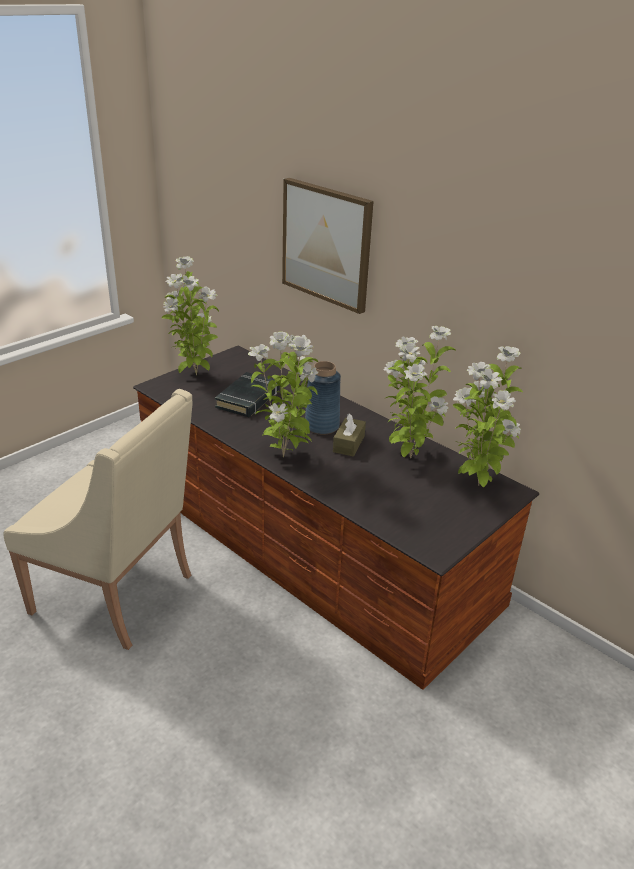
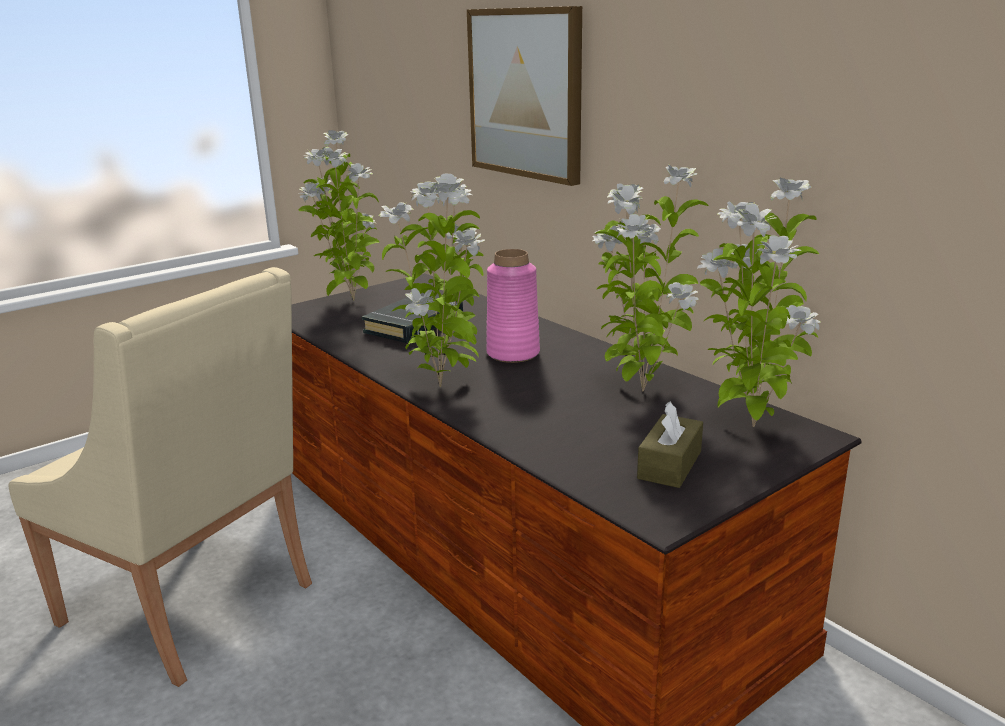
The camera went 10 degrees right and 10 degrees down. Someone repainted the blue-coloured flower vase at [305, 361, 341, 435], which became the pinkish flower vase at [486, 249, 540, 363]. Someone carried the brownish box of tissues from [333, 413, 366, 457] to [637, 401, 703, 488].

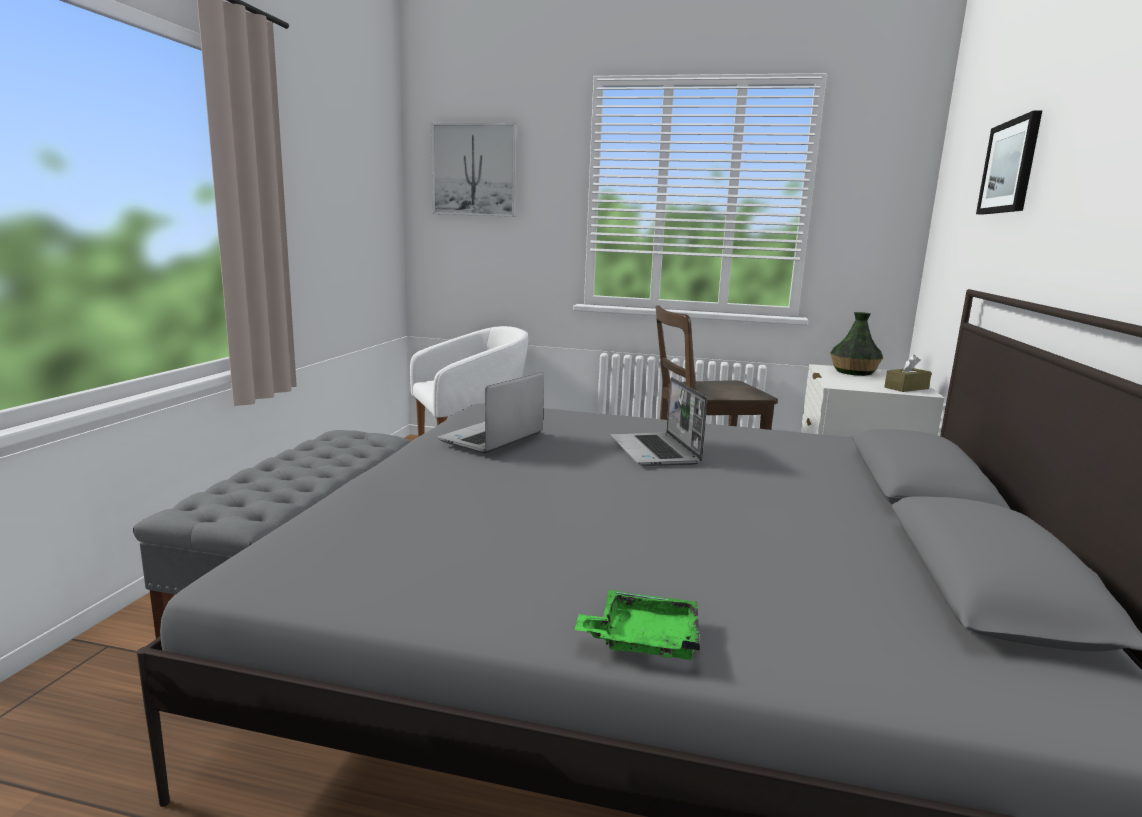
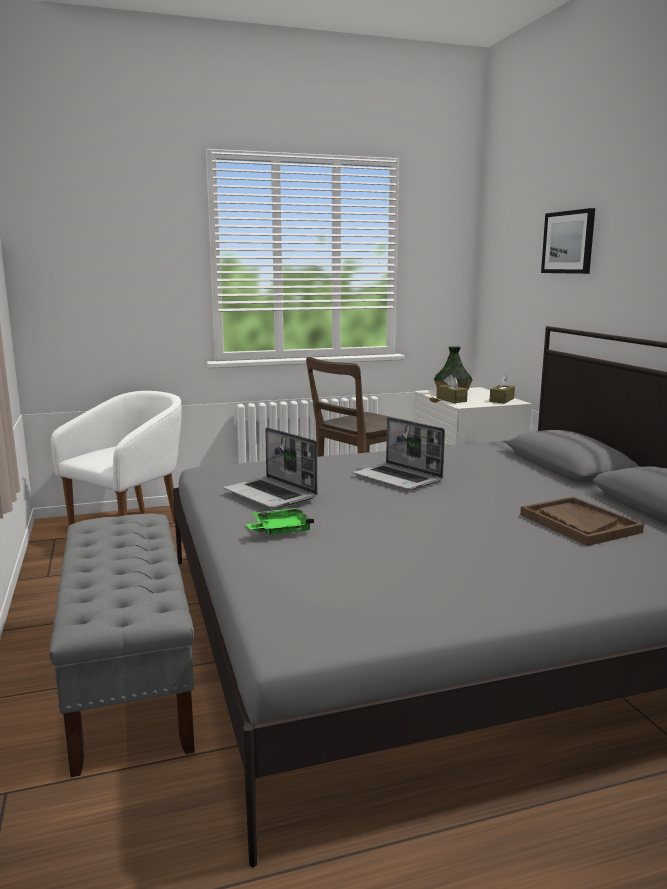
The camera went 30 degrees left and 0 degrees up. Someone took away the wall art at [431, 123, 517, 217]. Someone rotated the laptop at [437, 372, 544, 453] by 45 degrees counterclockwise. Someone carried the greenish tray from [575, 590, 700, 660] to [246, 508, 314, 535]. Someone put down the brownish box of tissues at [436, 375, 468, 403]. Someone put down the brownish tray at [520, 497, 644, 546].

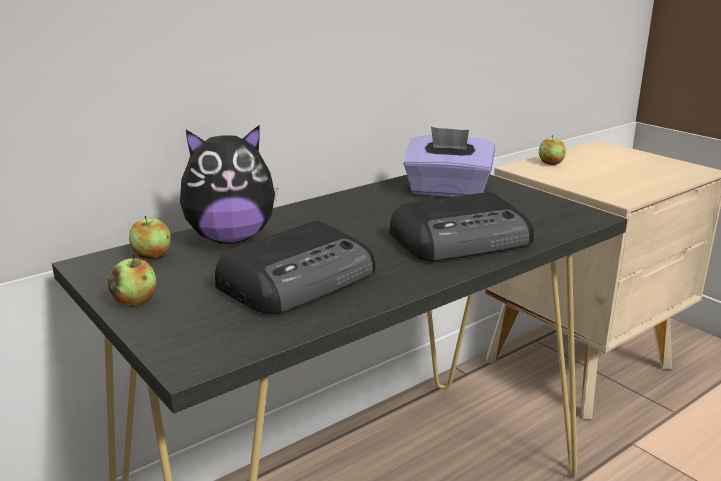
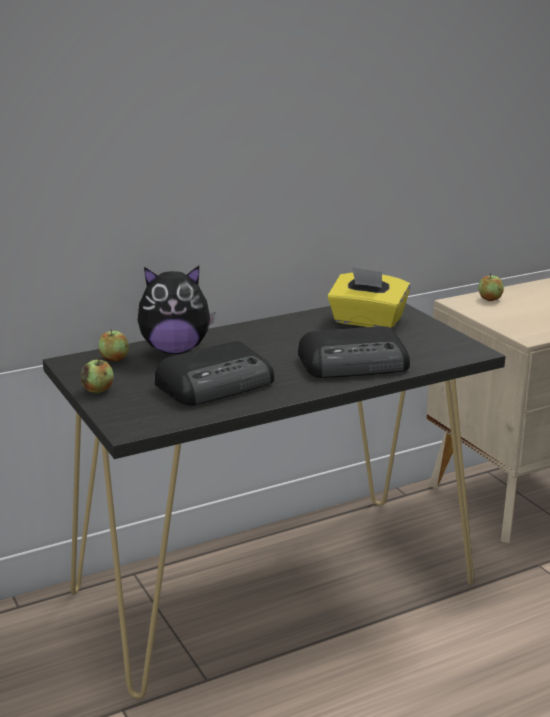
The camera went 10 degrees right and 0 degrees up. Someone repainted the purplish box of tissues at [404, 127, 495, 197], which became the yellow-coloured box of tissues at [327, 267, 411, 329].

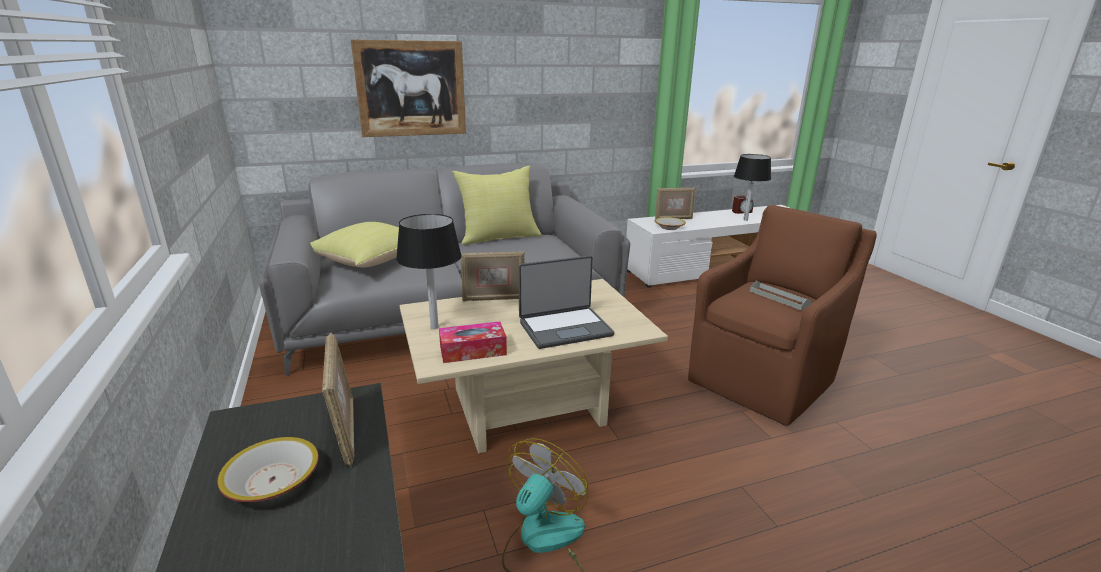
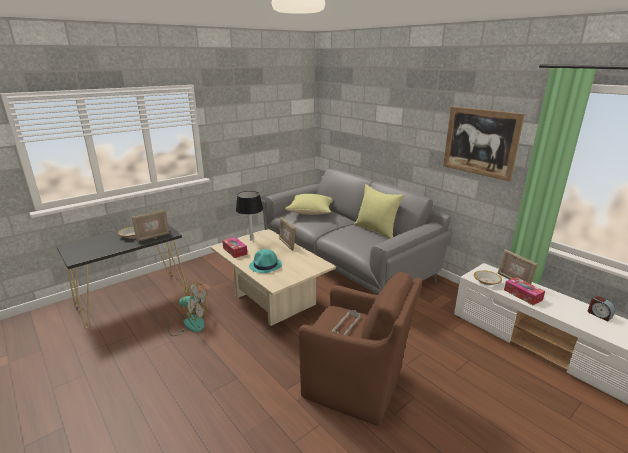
The camera went 70 degrees right and 0 degrees up. Someone carried the wall art from [351, 40, 466, 137] to [443, 106, 525, 181]. Someone swapped the laptop at [518, 255, 614, 349] for the blue-green wearable hat at [249, 249, 282, 273]. Someone took away the black table lamp at [734, 154, 771, 221]. Someone put down the box of tissues at [504, 277, 545, 305].

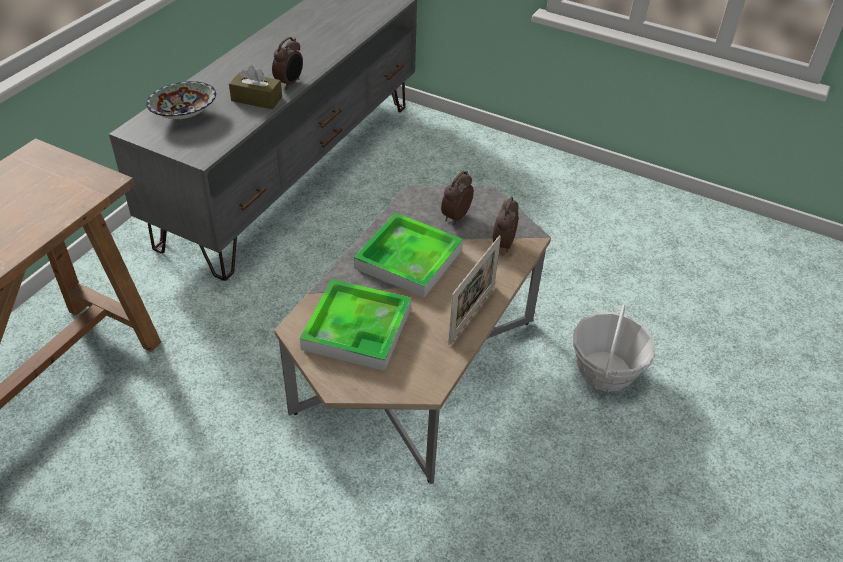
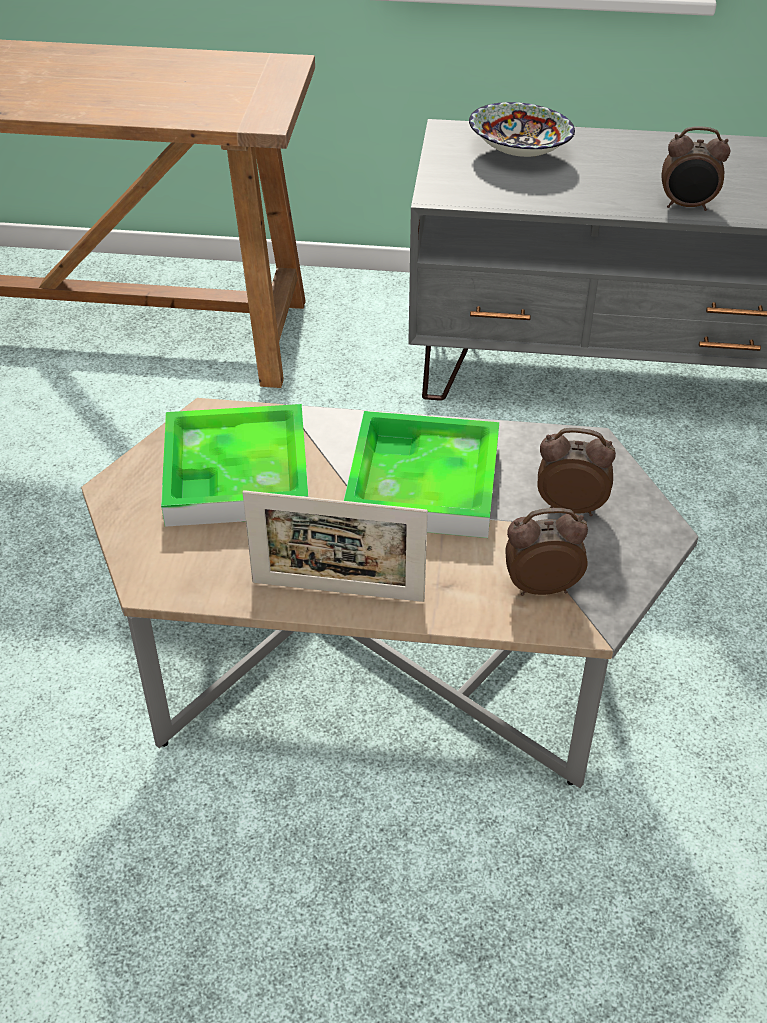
The camera went 70 degrees right and 0 degrees up. Someone took away the brownish box of tissues at [229, 65, 282, 109]. Someone took away the household basket at [572, 304, 655, 392].

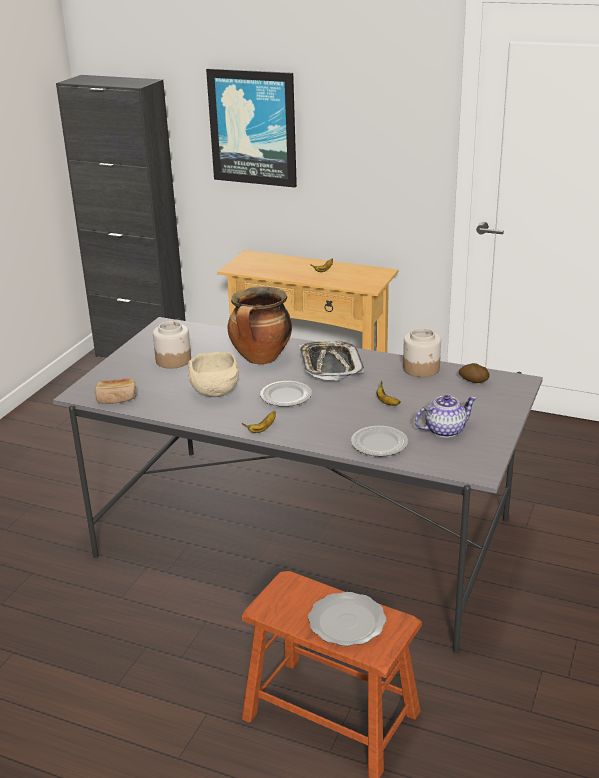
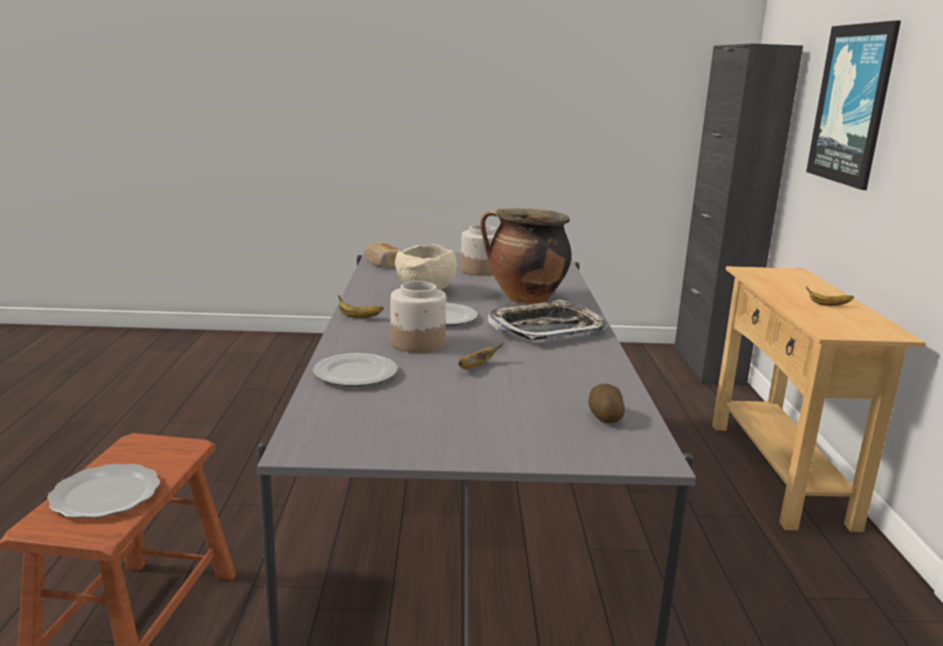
The camera went 65 degrees right and 10 degrees down. Someone carried the jar from [403, 328, 441, 377] to [390, 281, 447, 353]. Someone took away the tea pot at [415, 395, 477, 438].

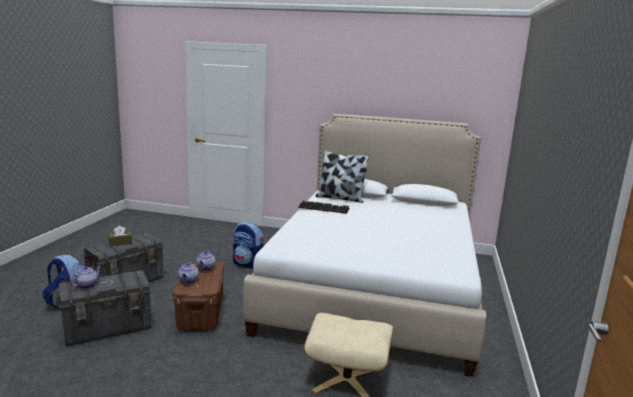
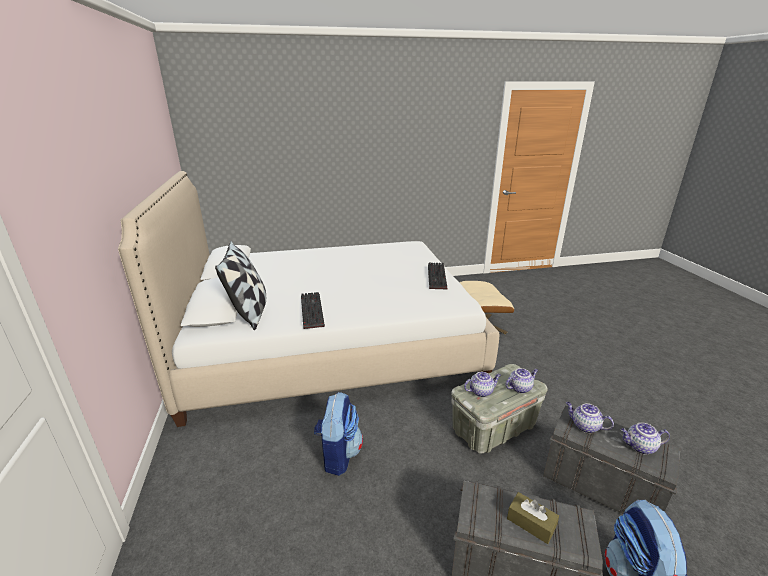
The camera went 115 degrees left and 10 degrees up. Someone repainted the brownish storage bin at [173, 262, 224, 332], which became the gray storage bin at [451, 364, 548, 454]. Someone put down the keyboard at [428, 262, 447, 289]. Someone put down the tea pot at [566, 402, 614, 433].

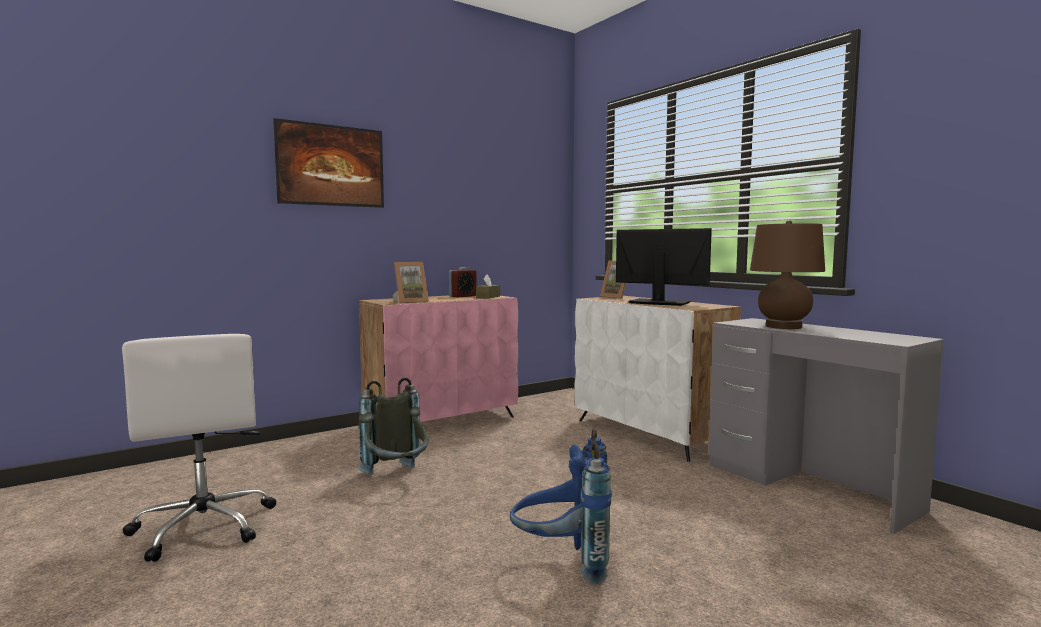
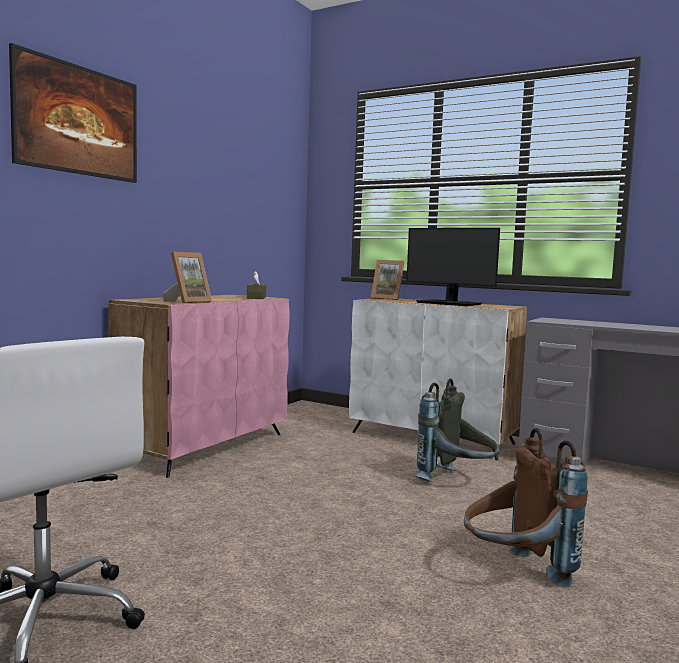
The camera went 25 degrees left and 0 degrees up. Someone carried the gray rucksack from [357, 377, 428, 475] to [415, 378, 500, 482]. Someone took away the alarm clock at [449, 267, 477, 297]. Someone repainted the blue-coloured rucksack at [510, 429, 612, 584], which became the brownish rucksack at [464, 428, 588, 587]. Someone rotated the monitor at [616, 228, 712, 306] by 150 degrees counterclockwise. Someone took away the brownish table lamp at [750, 220, 825, 329].

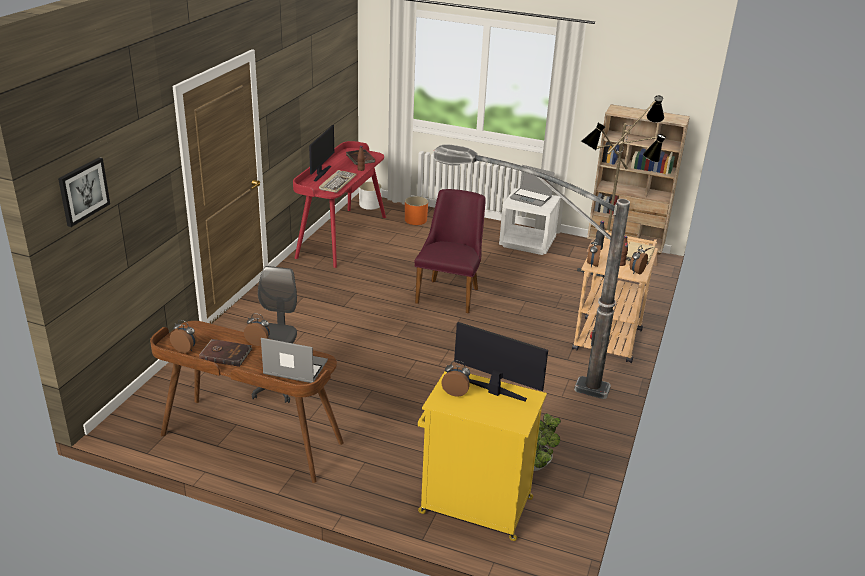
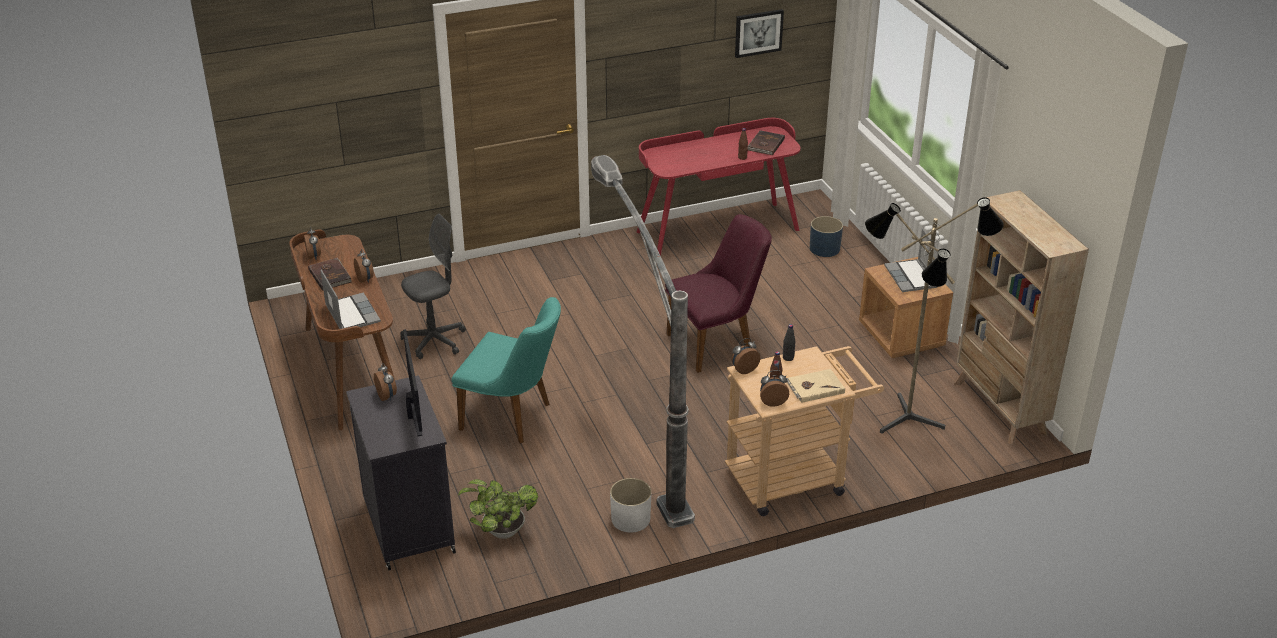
The camera went 50 degrees right and 5 degrees up. Someone carried the wall art from [58, 157, 110, 227] to [735, 9, 784, 58]. Someone took away the monitor at [309, 125, 334, 181]. Someone took away the keyboard at [319, 170, 357, 193]. Someone carried the whitish flower pot from [359, 182, 382, 210] to [610, 478, 651, 533]. Someone repainted the orange flower pot at [405, 196, 428, 225], which became the blue-coloured flower pot at [810, 216, 843, 257]. Someone repainted the yellow-coloured storage cabinet at [418, 372, 547, 541], which became the black storage cabinet at [346, 375, 456, 570]. Someone repainted the whitish night table at [499, 188, 561, 255], which became the brownish night table at [859, 257, 953, 358]. Someone put down the blue-green upright chair at [451, 297, 561, 443].

